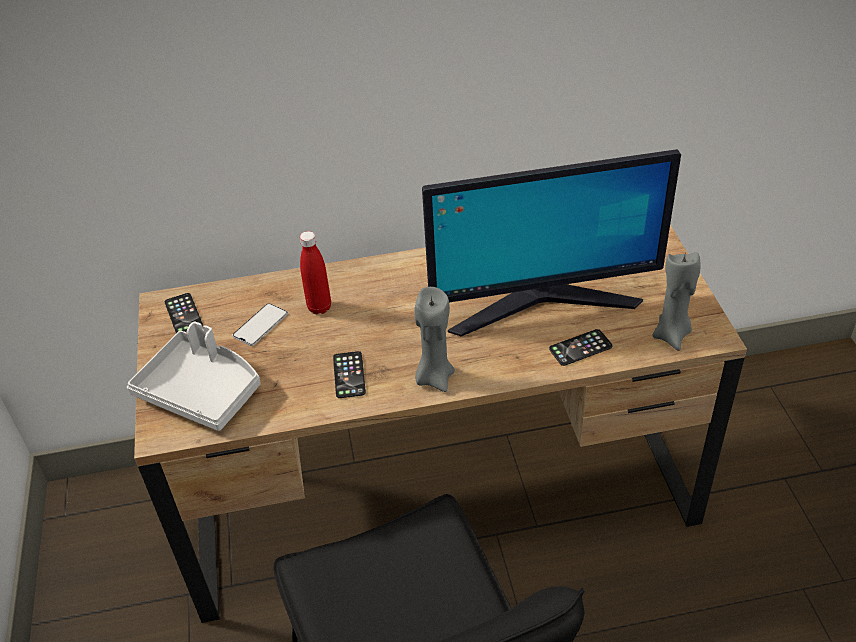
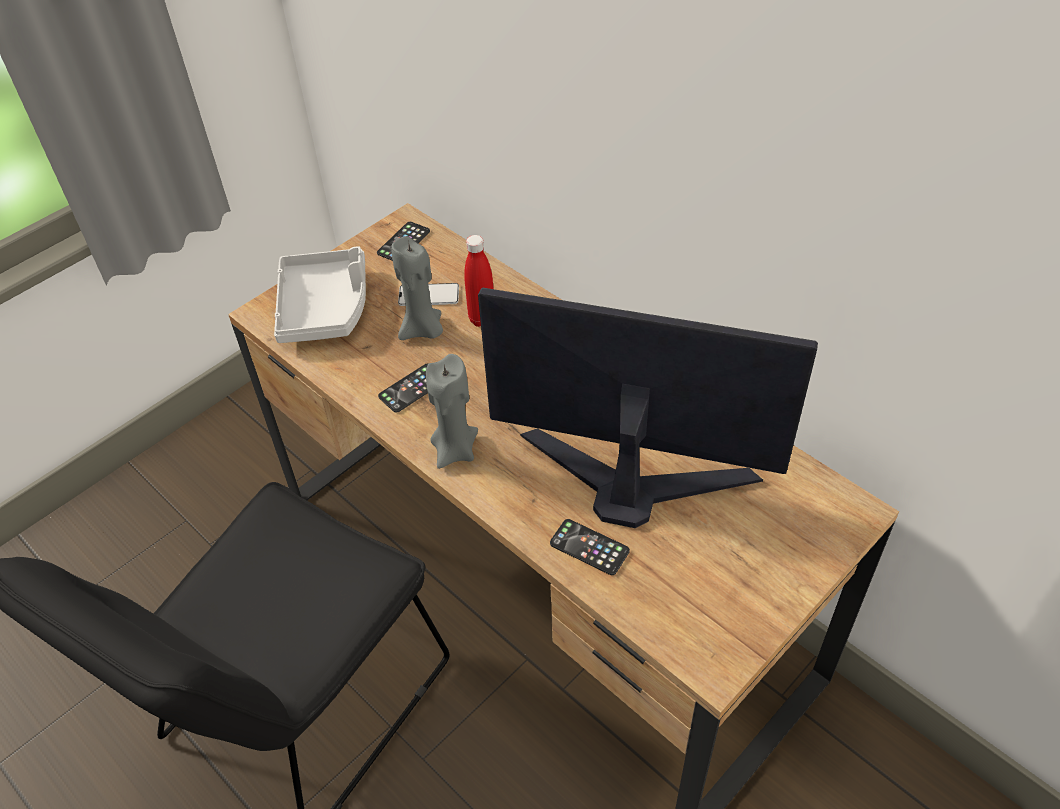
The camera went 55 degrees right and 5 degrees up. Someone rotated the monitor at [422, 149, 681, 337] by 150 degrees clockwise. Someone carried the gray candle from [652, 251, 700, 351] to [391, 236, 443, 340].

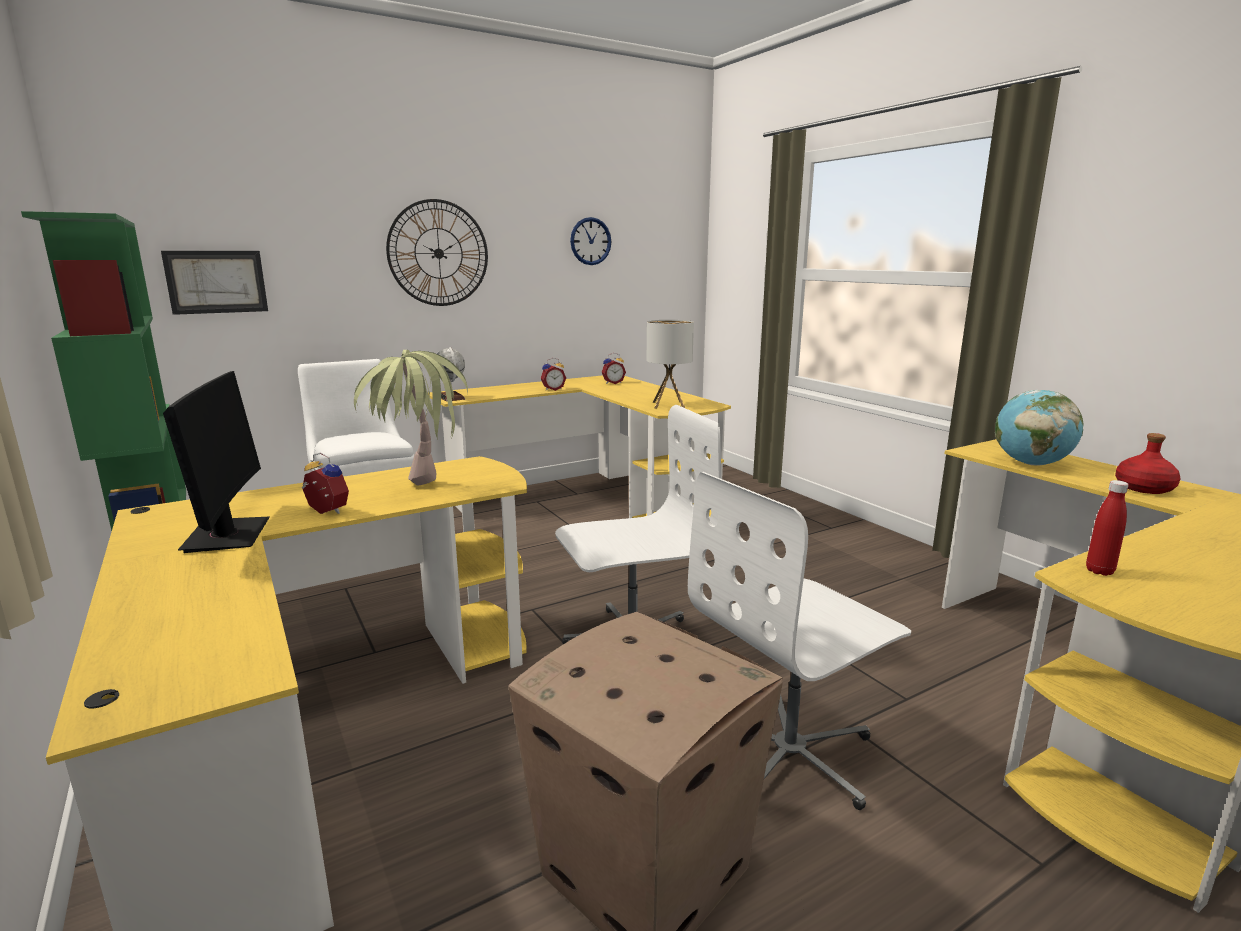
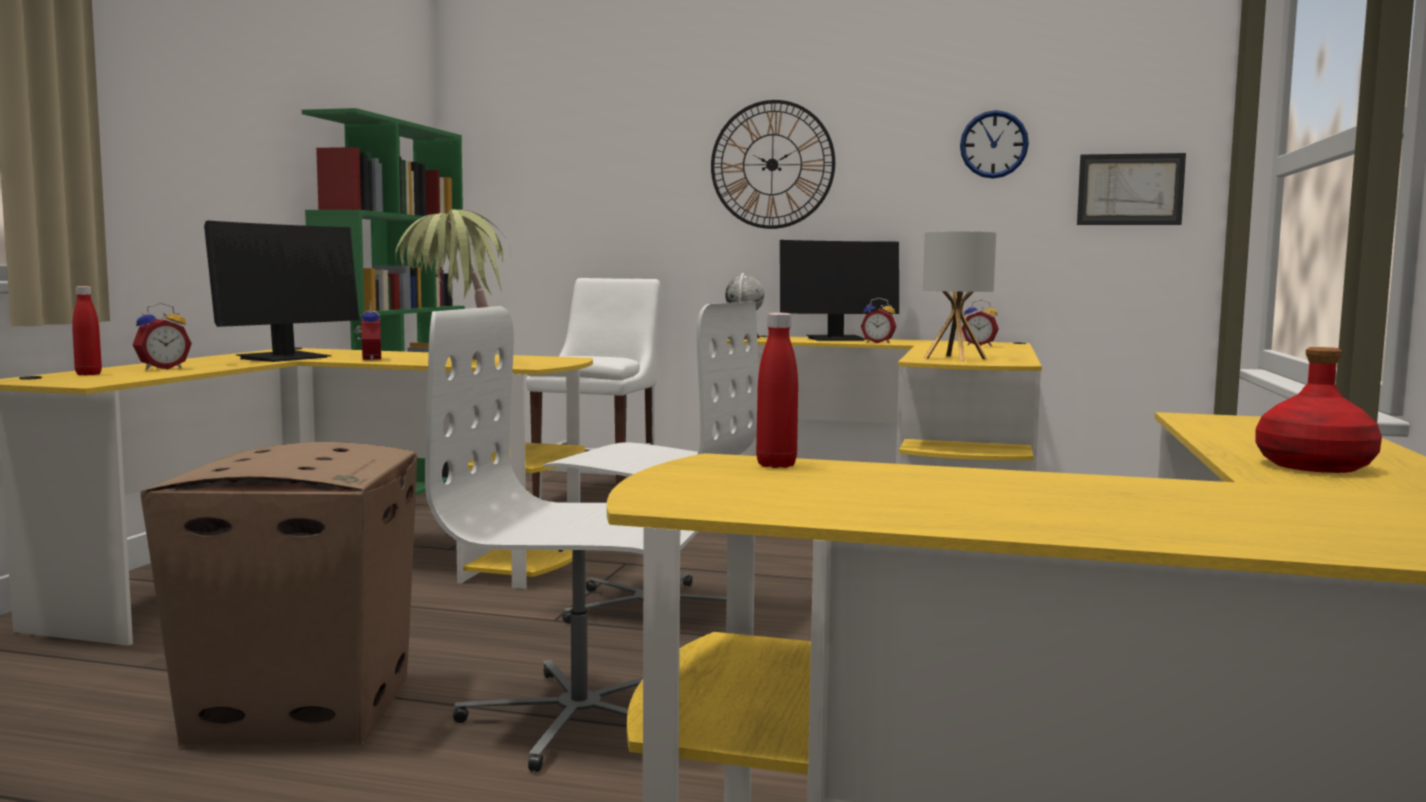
The camera went 45 degrees right and 10 degrees down. Someone carried the wall art from [161, 251, 268, 315] to [1077, 153, 1186, 225]. Someone took away the globe at [995, 390, 1083, 466]. Someone put down the red beverage bottle at [72, 286, 102, 375]. Someone put down the alarm clock at [133, 302, 192, 370]. Someone put down the monitor at [780, 240, 899, 341].

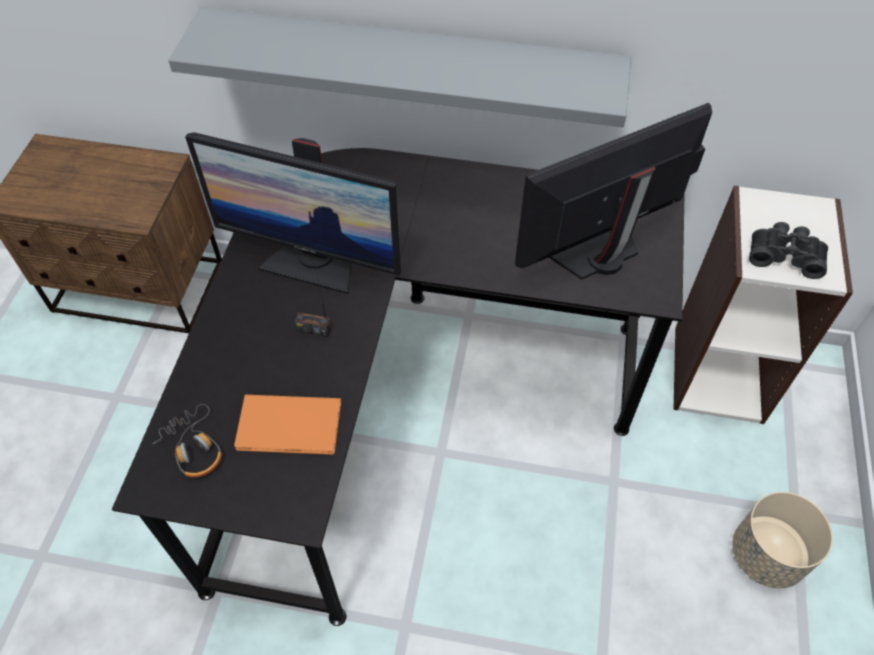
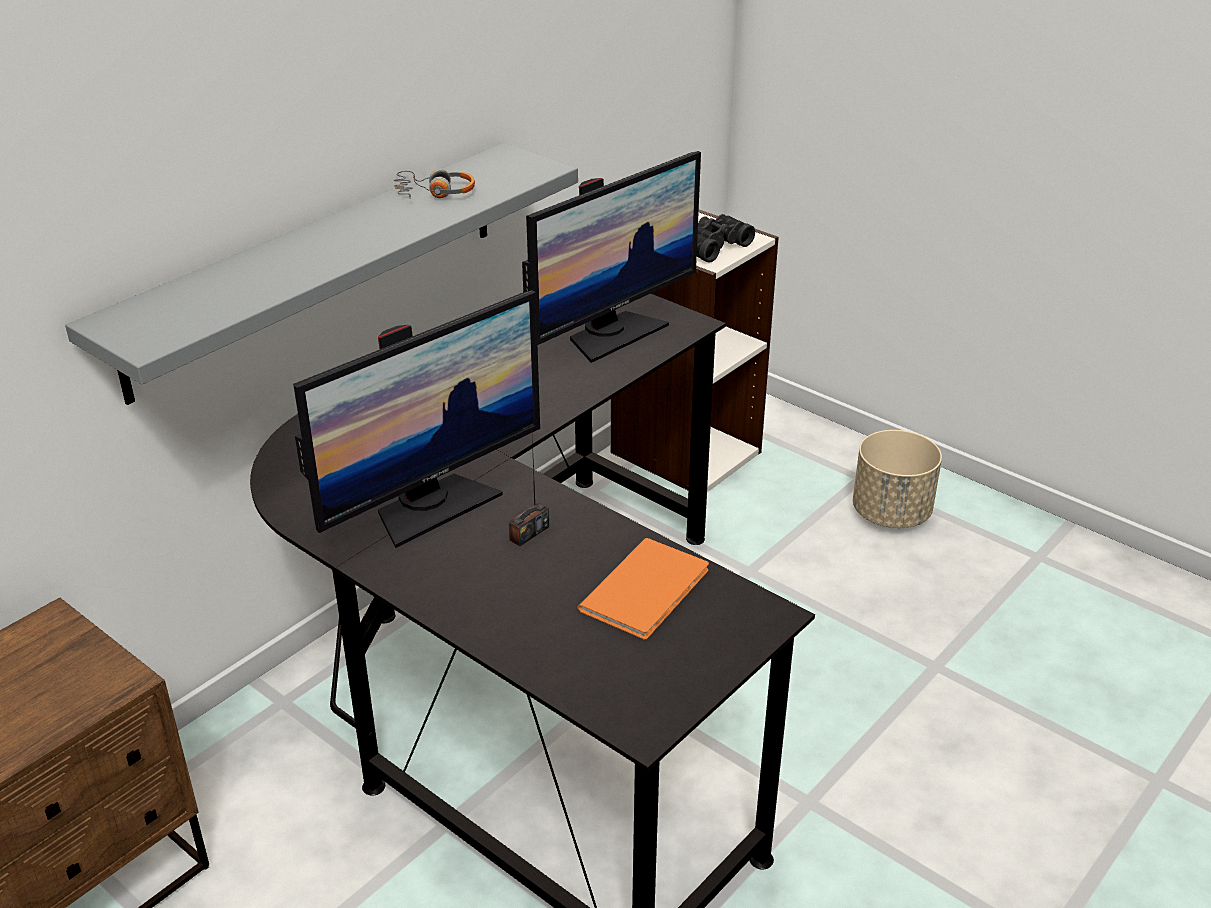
The camera went 60 degrees left and 20 degrees down. Someone carried the headset from [153, 404, 222, 478] to [394, 169, 475, 199]. Someone rotated the monitor at [515, 103, 712, 280] by 135 degrees counterclockwise.

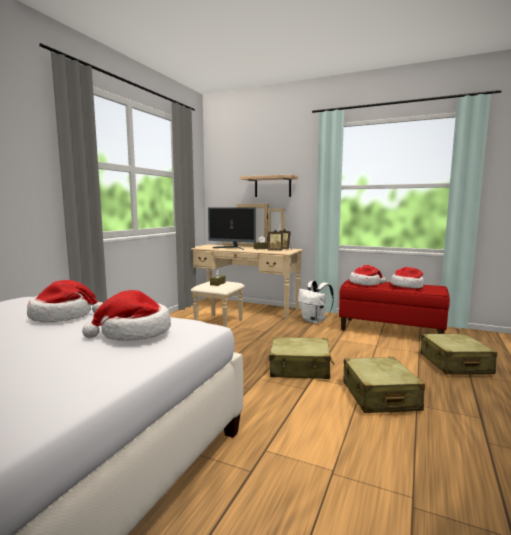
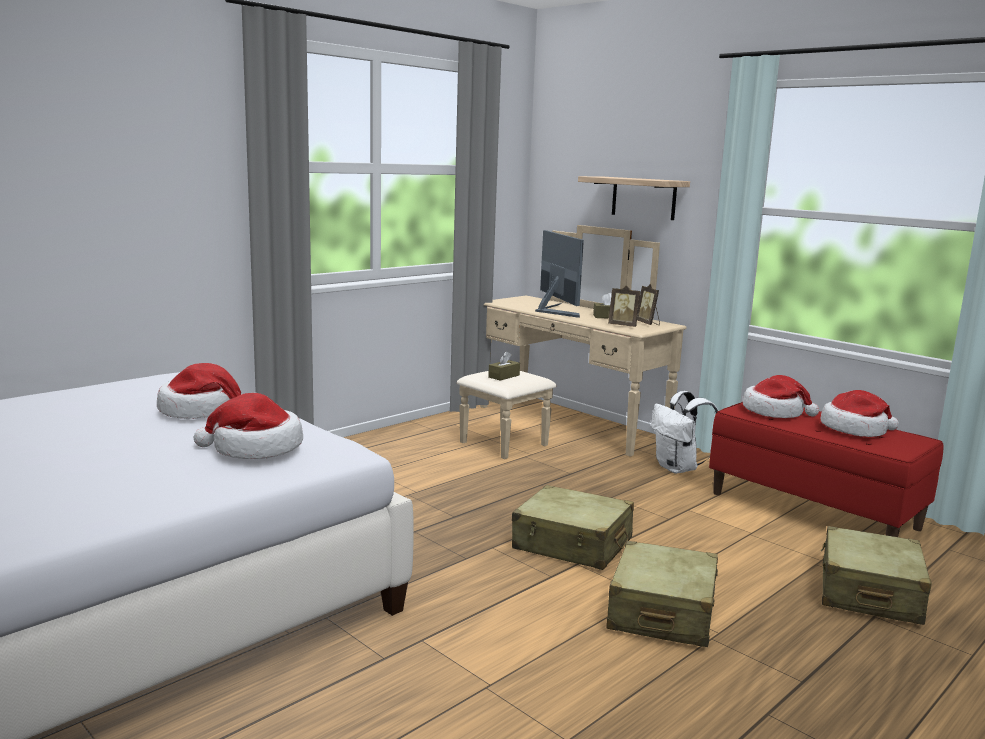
The camera went 20 degrees right and 5 degrees up. Someone rotated the monitor at [208, 207, 256, 250] by 150 degrees counterclockwise.

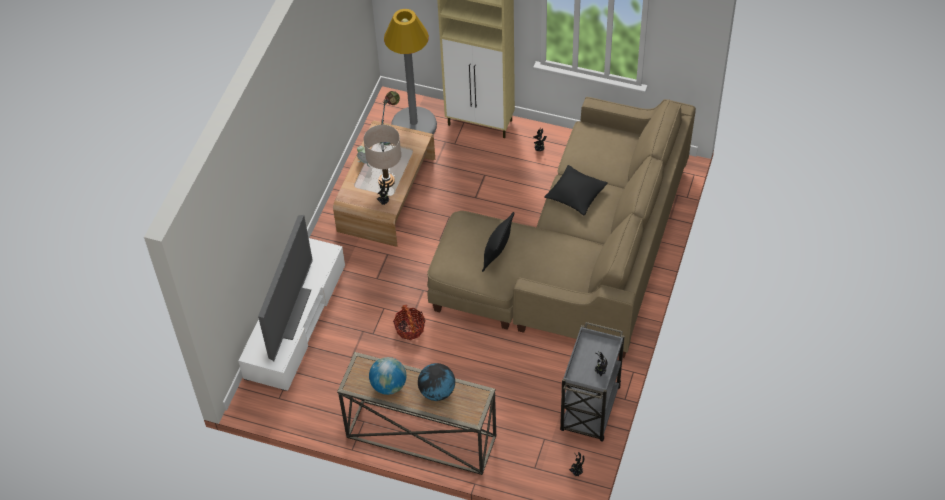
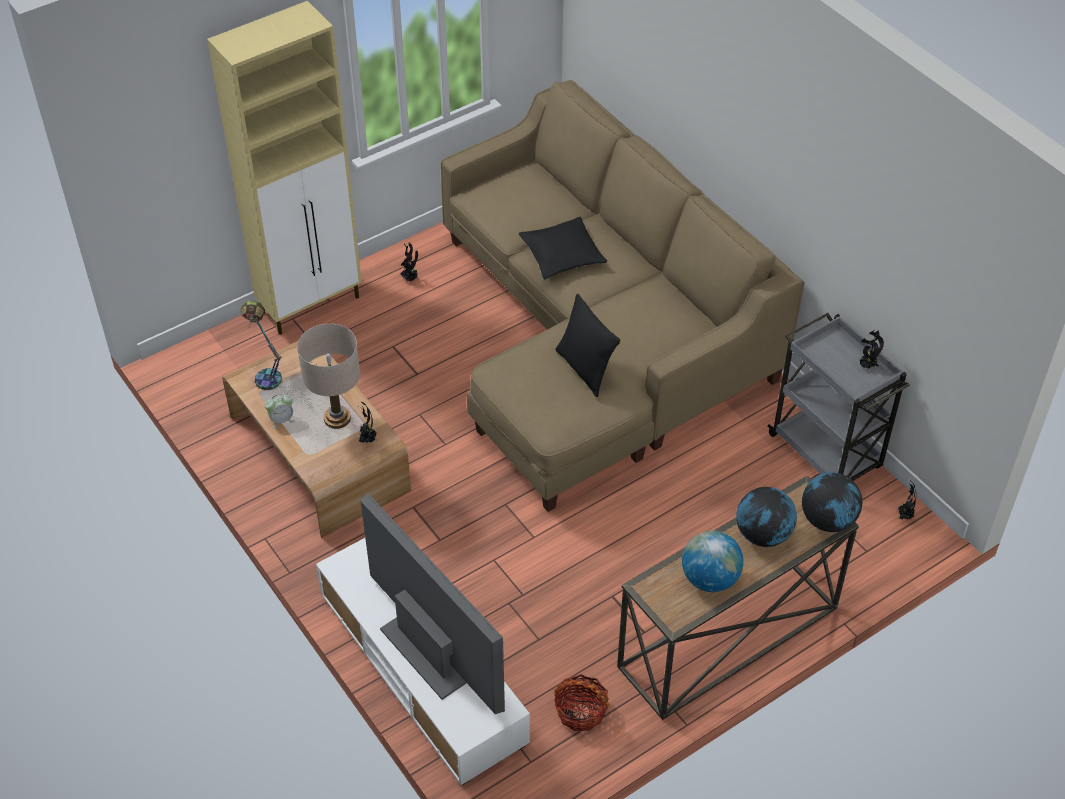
The camera went 55 degrees left and 5 degrees down. Someone took away the gray standing lamp at [384, 9, 437, 134]. Someone carried the household basket from [393, 305, 425, 340] to [554, 674, 610, 731]. Someone put down the globe at [802, 472, 862, 532].

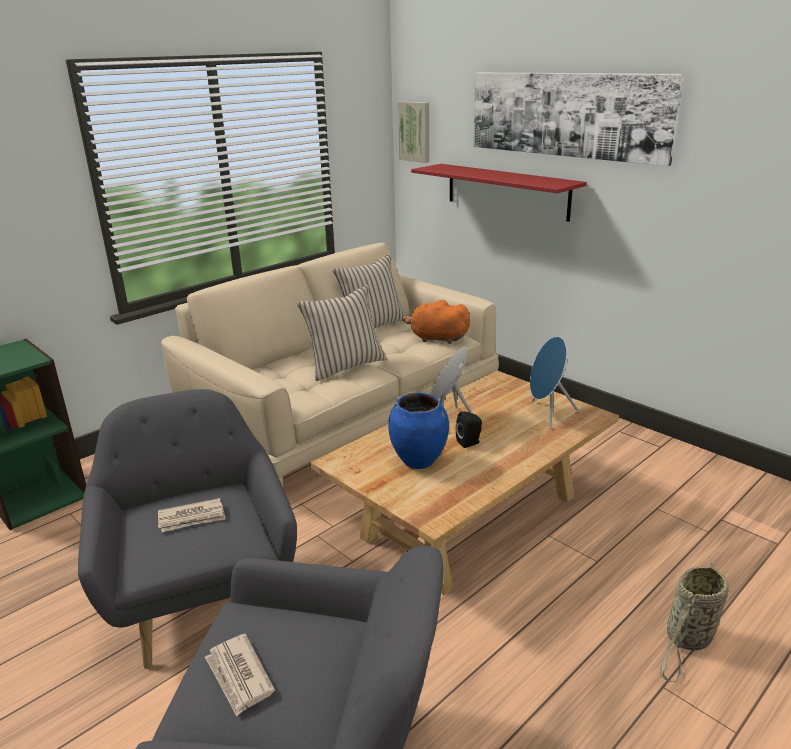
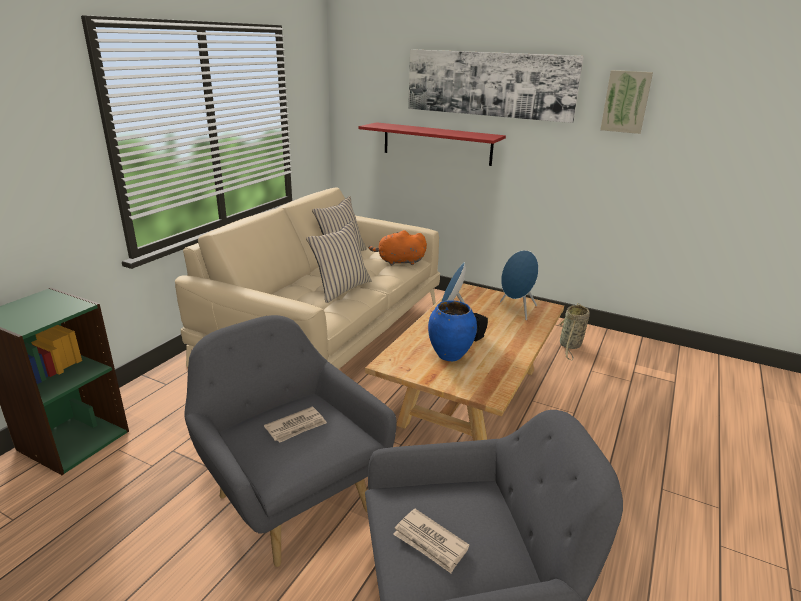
The camera went 20 degrees left and 0 degrees up. Someone carried the wall art from [398, 101, 429, 163] to [600, 70, 653, 134]. Someone carried the household basket from [660, 561, 729, 682] to [559, 303, 590, 360].

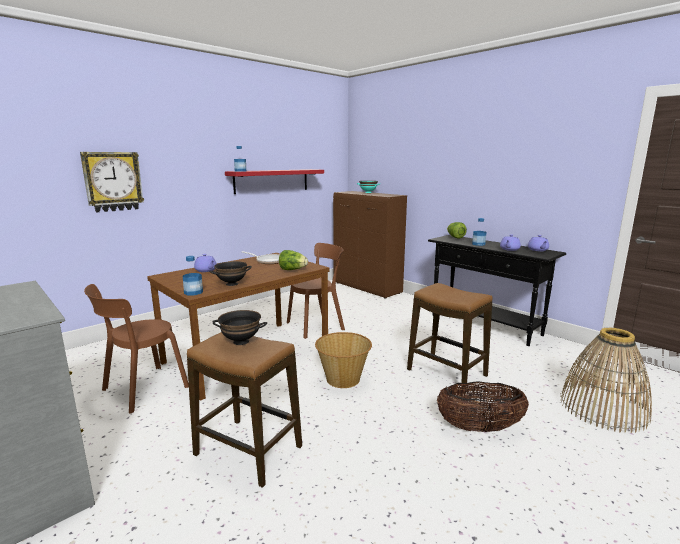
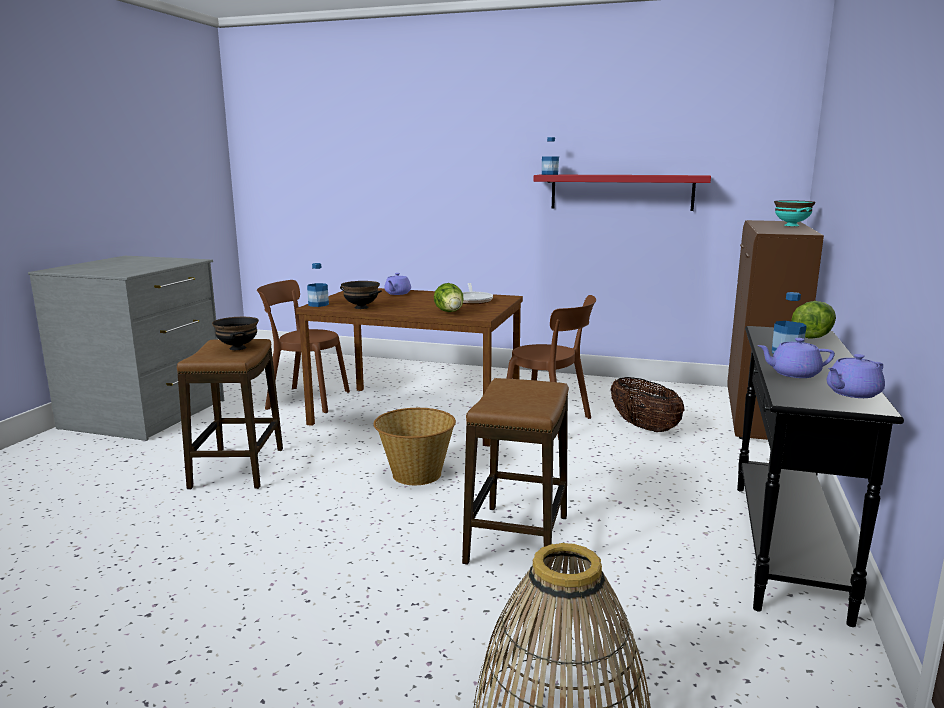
The camera went 60 degrees right and 0 degrees up. Someone took away the clock on the wall at [80, 152, 144, 212]. Someone carried the household basket from [437, 381, 529, 432] to [611, 377, 685, 432].

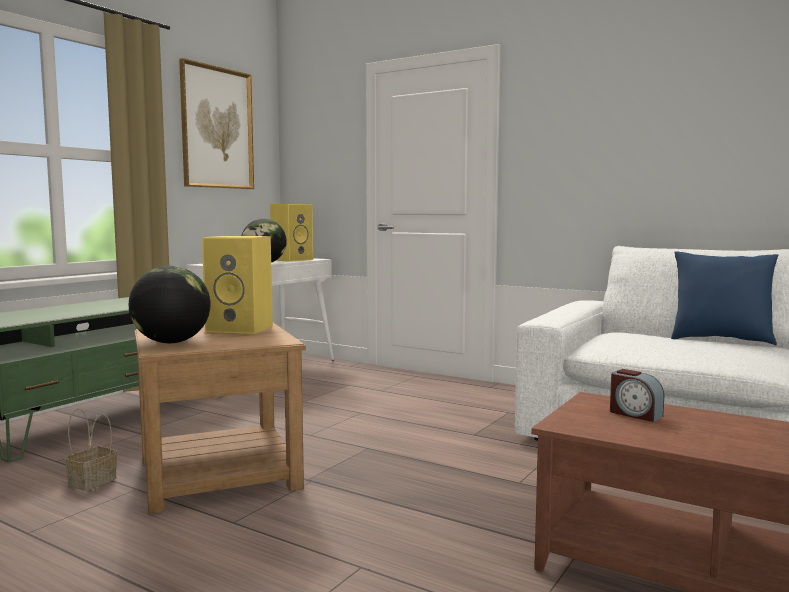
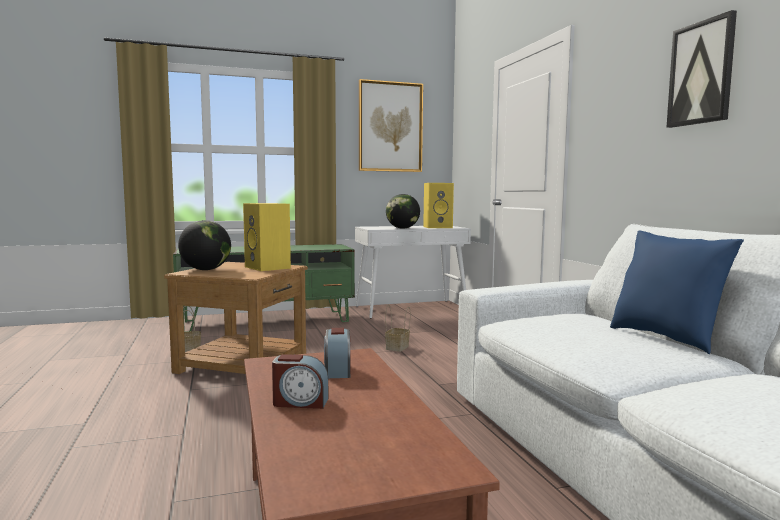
The camera went 40 degrees right and 0 degrees up. Someone put down the alarm clock at [272, 354, 328, 409]. Someone put down the household basket at [385, 305, 410, 352]. Someone put up the wall art at [667, 10, 737, 128].

